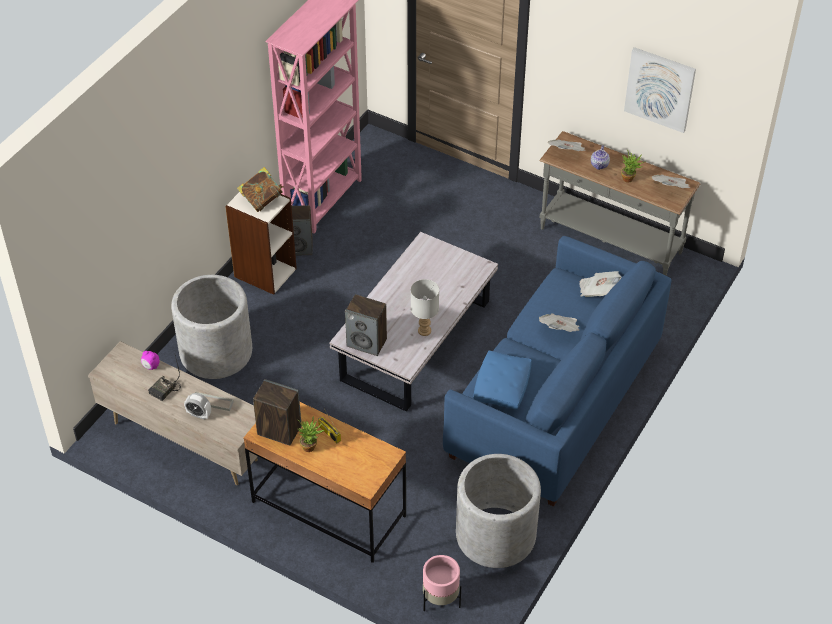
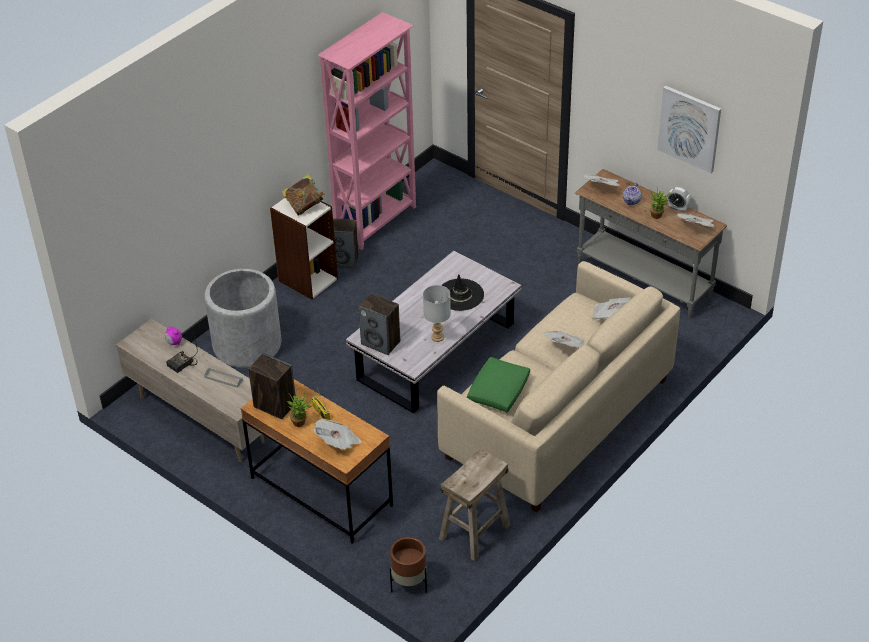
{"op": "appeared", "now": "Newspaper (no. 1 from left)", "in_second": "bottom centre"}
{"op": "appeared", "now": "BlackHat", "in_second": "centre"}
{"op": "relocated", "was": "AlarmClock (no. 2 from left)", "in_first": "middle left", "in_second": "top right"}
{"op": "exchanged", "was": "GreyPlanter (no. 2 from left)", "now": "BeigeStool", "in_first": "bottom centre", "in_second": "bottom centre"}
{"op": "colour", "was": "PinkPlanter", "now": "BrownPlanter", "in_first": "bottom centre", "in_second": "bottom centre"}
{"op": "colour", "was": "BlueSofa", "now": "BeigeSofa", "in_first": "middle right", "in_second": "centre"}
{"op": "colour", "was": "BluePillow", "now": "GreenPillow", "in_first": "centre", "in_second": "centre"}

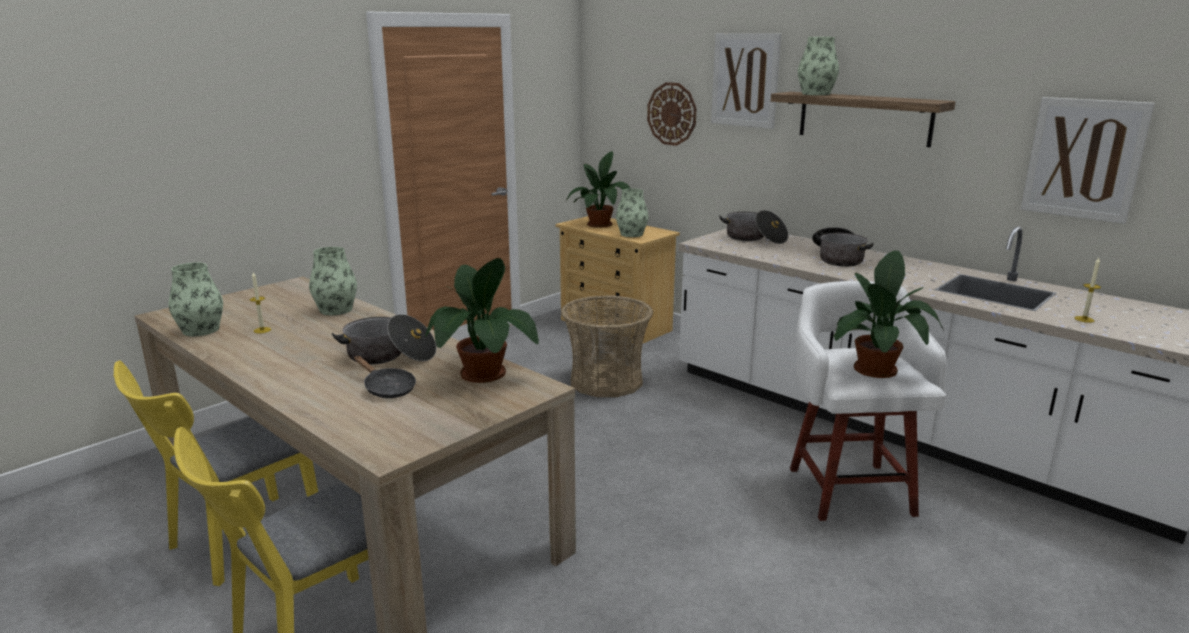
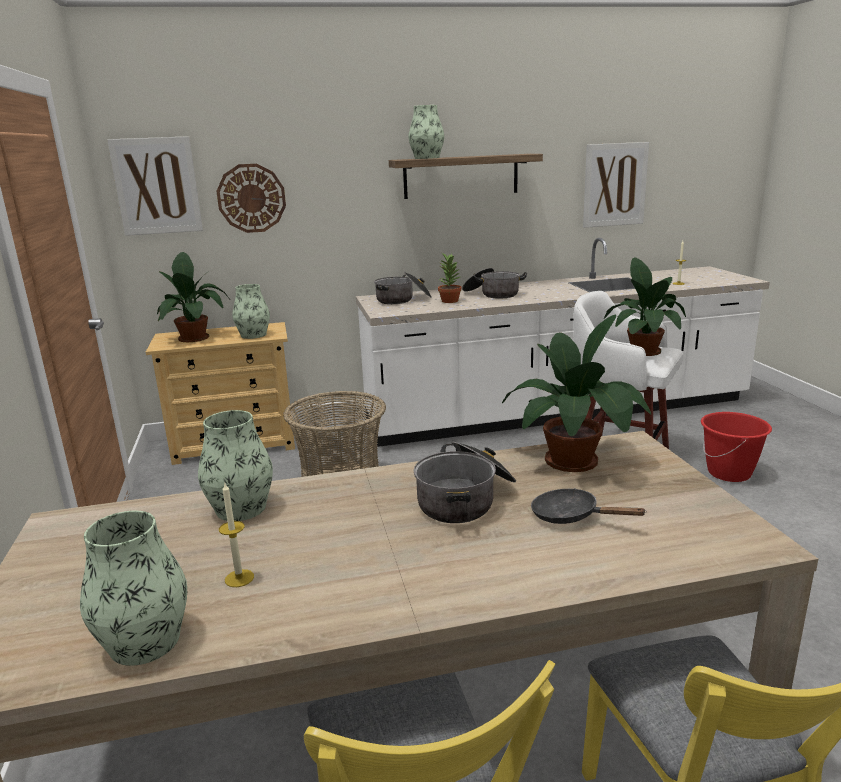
{"op": "appeared", "now": "PottedPlant (no. 2 from left)", "in_second": "centre"}
{"op": "appeared", "now": "RedBucket", "in_second": "middle right"}
{"op": "relocated", "was": "Picture (no. 1 from left)", "in_first": "top centre", "in_second": "top left"}
{"op": "spun", "was": "BlackFryingPan", "in_first": "middle left", "in_second": "middle right", "clockwise": -135}

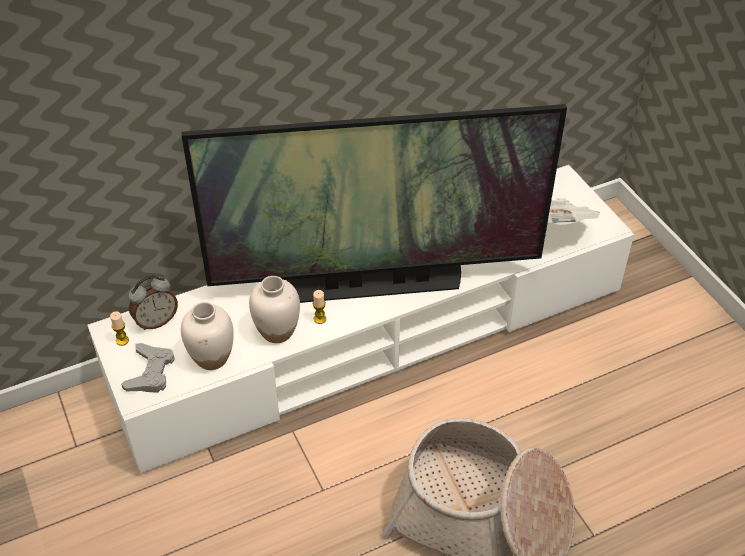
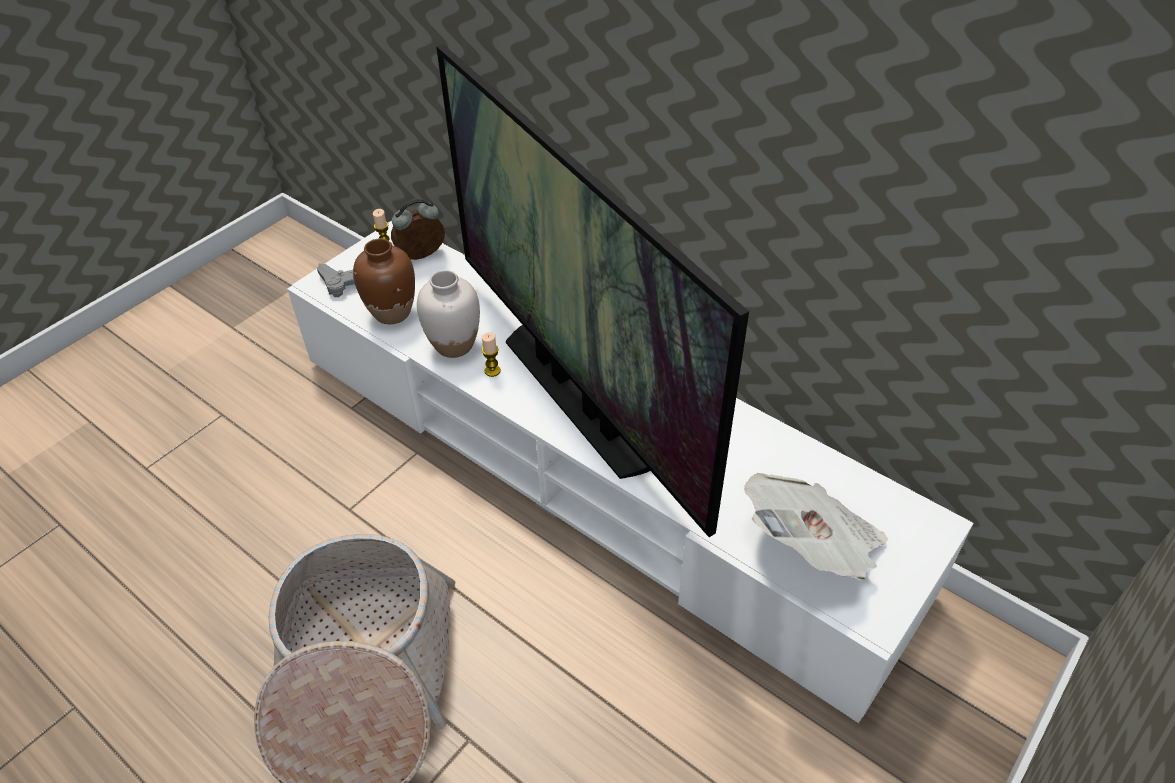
{"op": "colour", "was": "WhiteVase (no. 1 from left)", "now": "BrownVase", "in_first": "middle left", "in_second": "middle left"}
{"op": "spun", "was": "AlarmClock", "in_first": "middle left", "in_second": "top centre", "clockwise": 120}

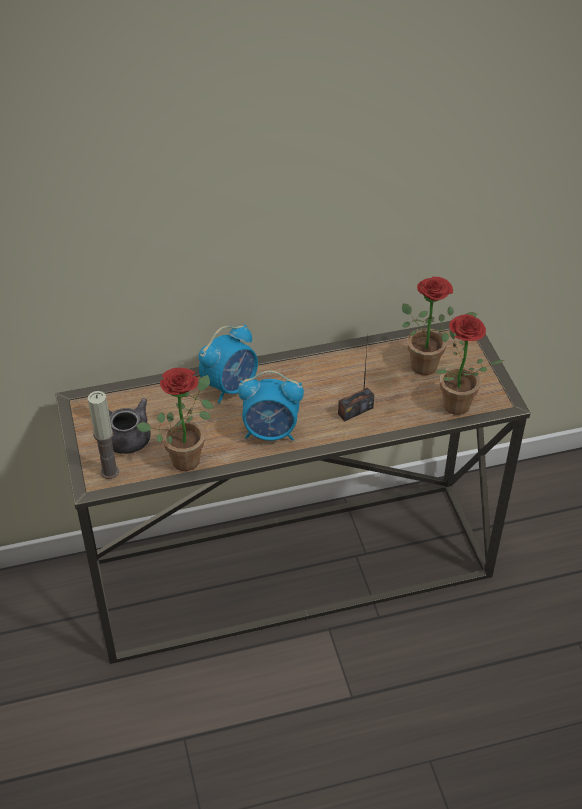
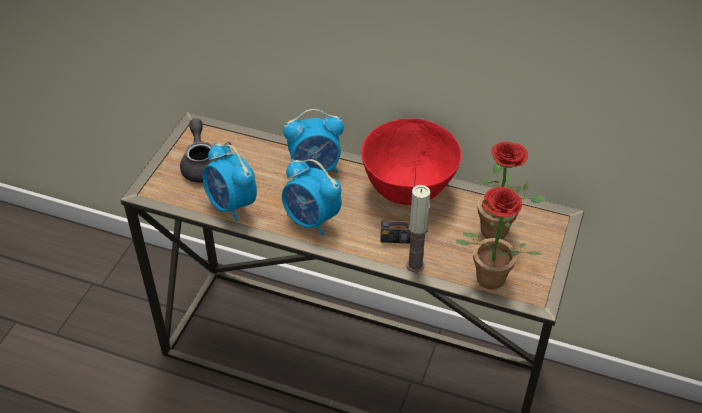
{"op": "appeared", "now": "RedBowl", "in_second": "centre"}
{"op": "relocated", "was": "Candle", "in_first": "middle left", "in_second": "centre"}
{"op": "exchanged", "was": "PottedPlant (no. 1 from left)", "now": "AlarmClock (no. 1 from left)", "in_first": "middle left", "in_second": "middle left"}

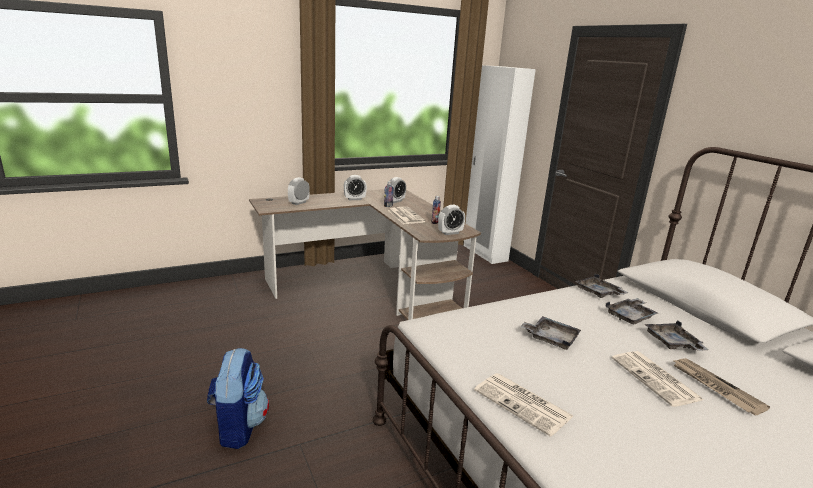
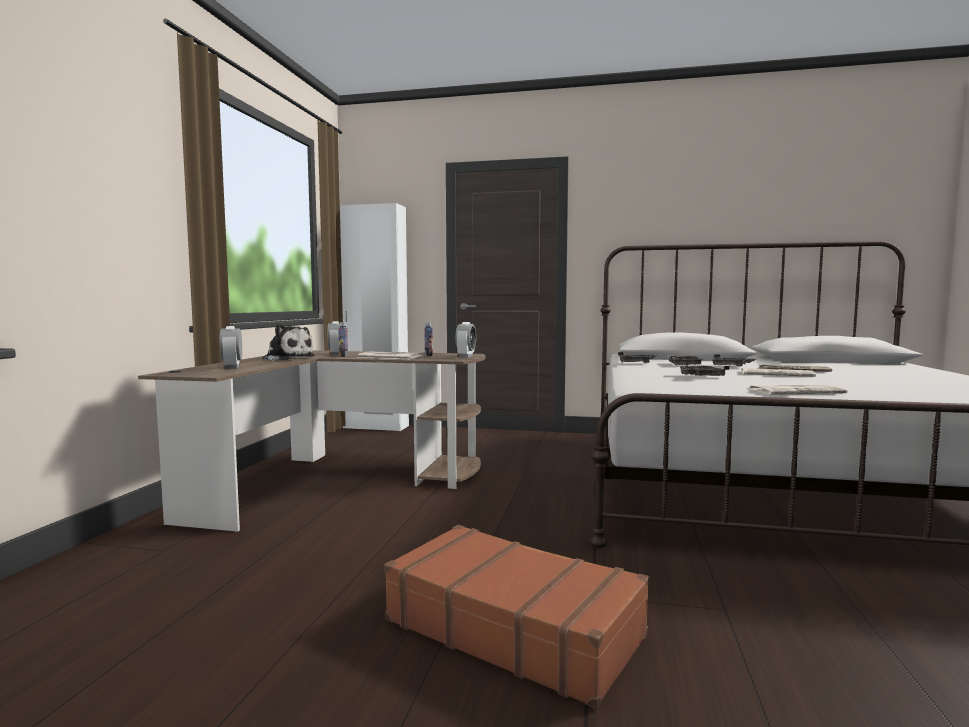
{"op": "exchanged", "was": "Backpack", "now": "BrownSuitcase", "in_first": "bottom left", "in_second": "bottom centre"}
{"op": "exchanged", "was": "AlarmClock (no. 2 from left)", "now": "PlushToy", "in_first": "centre", "in_second": "middle left"}

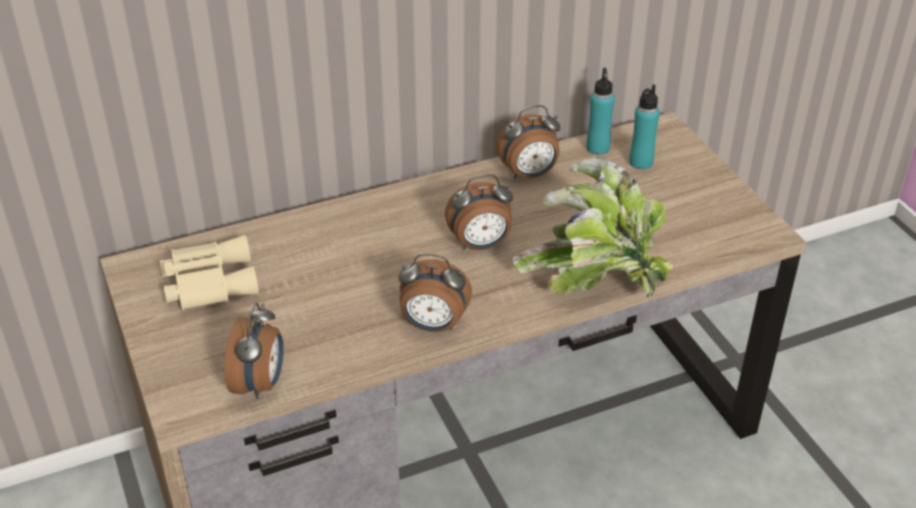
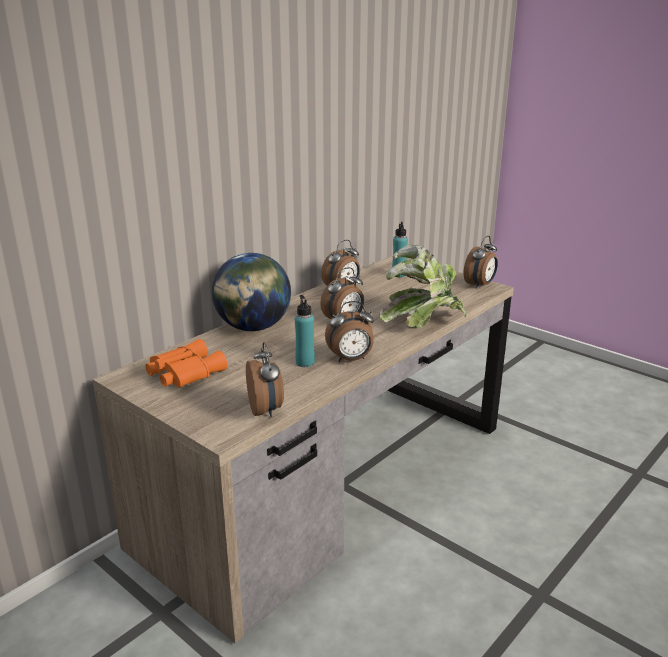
{"op": "appeared", "now": "Globe", "in_second": "centre"}
{"op": "appeared", "now": "AlarmClock (no. 5 from left)", "in_second": "middle right"}
{"op": "relocated", "was": "TurquoiseBottle (no. 1 from left)", "in_first": "top centre", "in_second": "centre"}
{"op": "colour", "was": "BeigeBinoculars", "now": "OrangeBinoculars", "in_first": "middle left", "in_second": "middle left"}

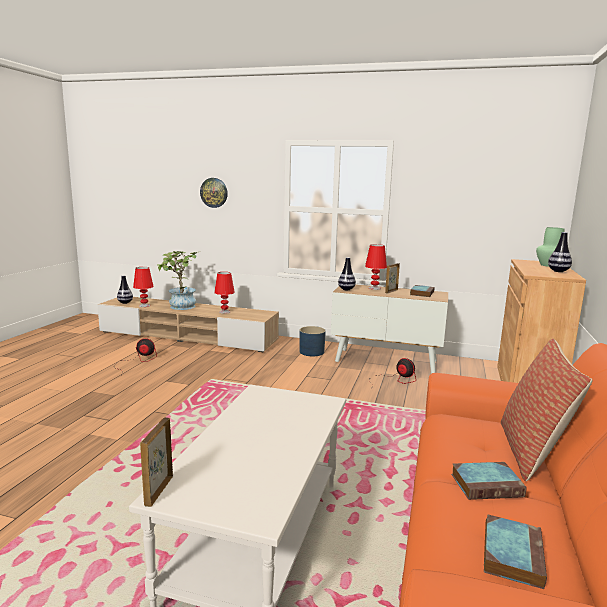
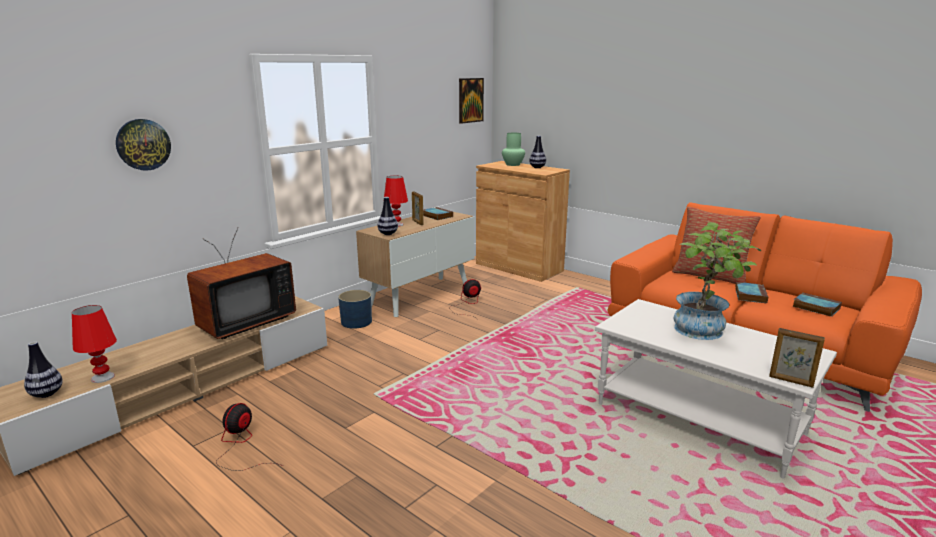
{"op": "appeared", "now": "Picture", "in_second": "top centre"}
{"op": "relocated", "was": "PottedPlant", "in_first": "middle left", "in_second": "middle right"}
{"op": "exchanged", "was": "RedTableLamp (no. 2 from left)", "now": "Television", "in_first": "centre", "in_second": "middle left"}

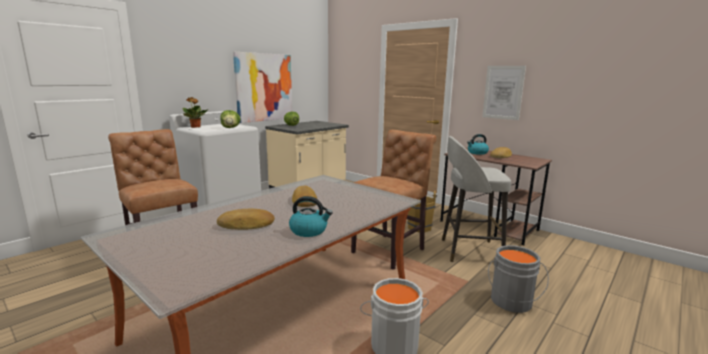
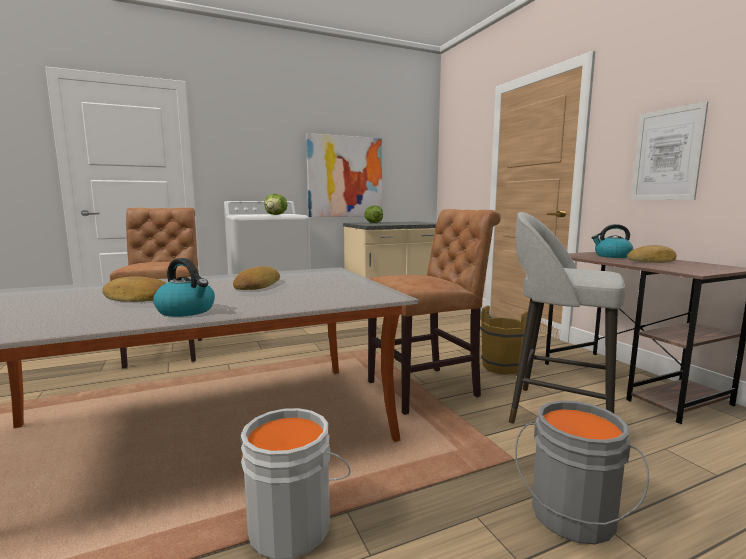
{"op": "missing", "was": "PottedPlant", "in_first": "top left"}

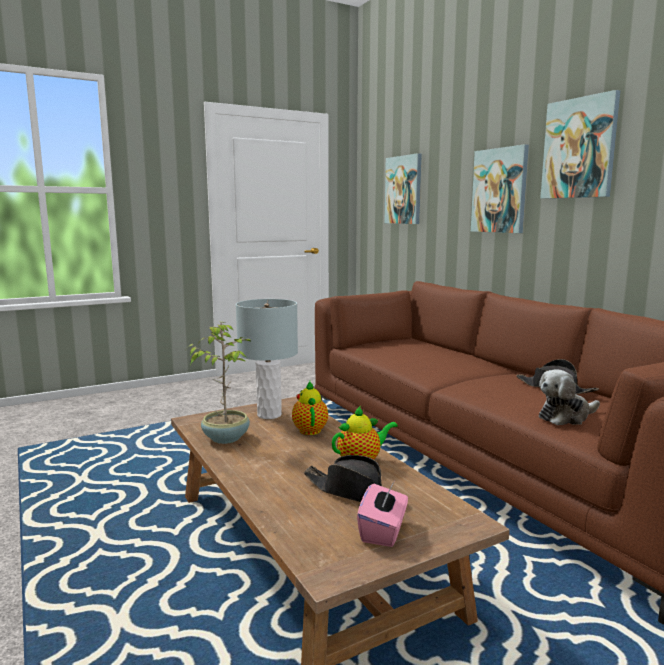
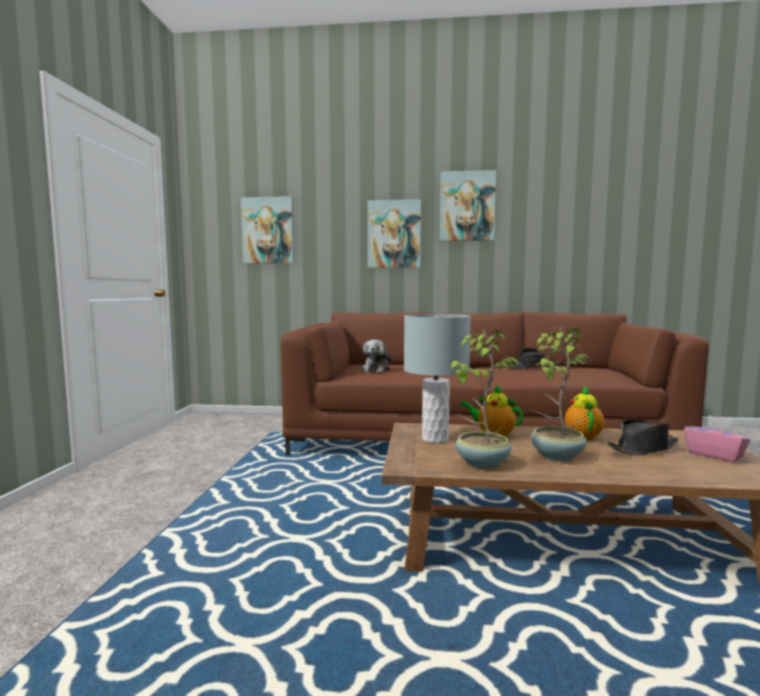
{"op": "appeared", "now": "PottedPlant (no. 2 from left)", "in_second": "middle right"}
{"op": "relocated", "was": "PlushToy", "in_first": "middle right", "in_second": "centre"}

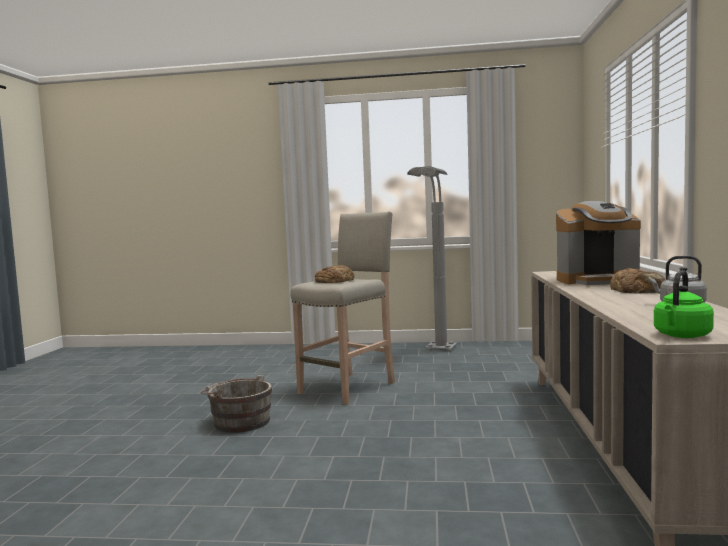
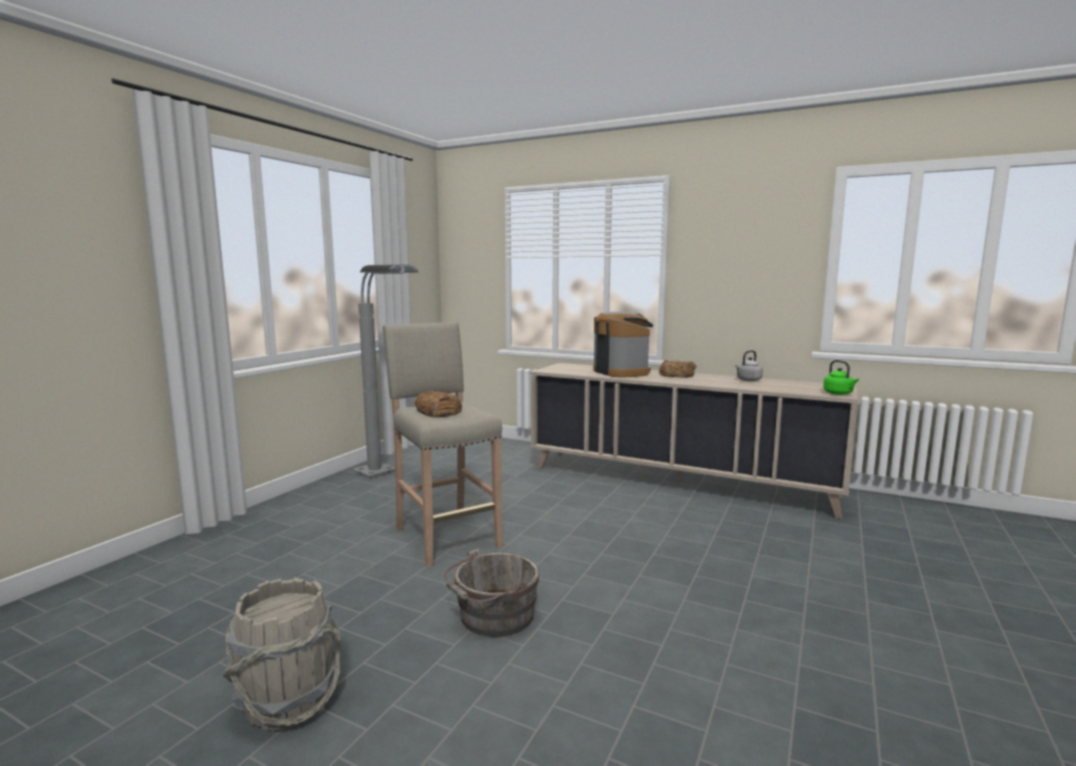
{"op": "appeared", "now": "GreyBucket (no. 1 from left)", "in_second": "bottom left"}
{"op": "spun", "was": "CoffeeMachine", "in_first": "middle right", "in_second": "centre", "clockwise": -45}

